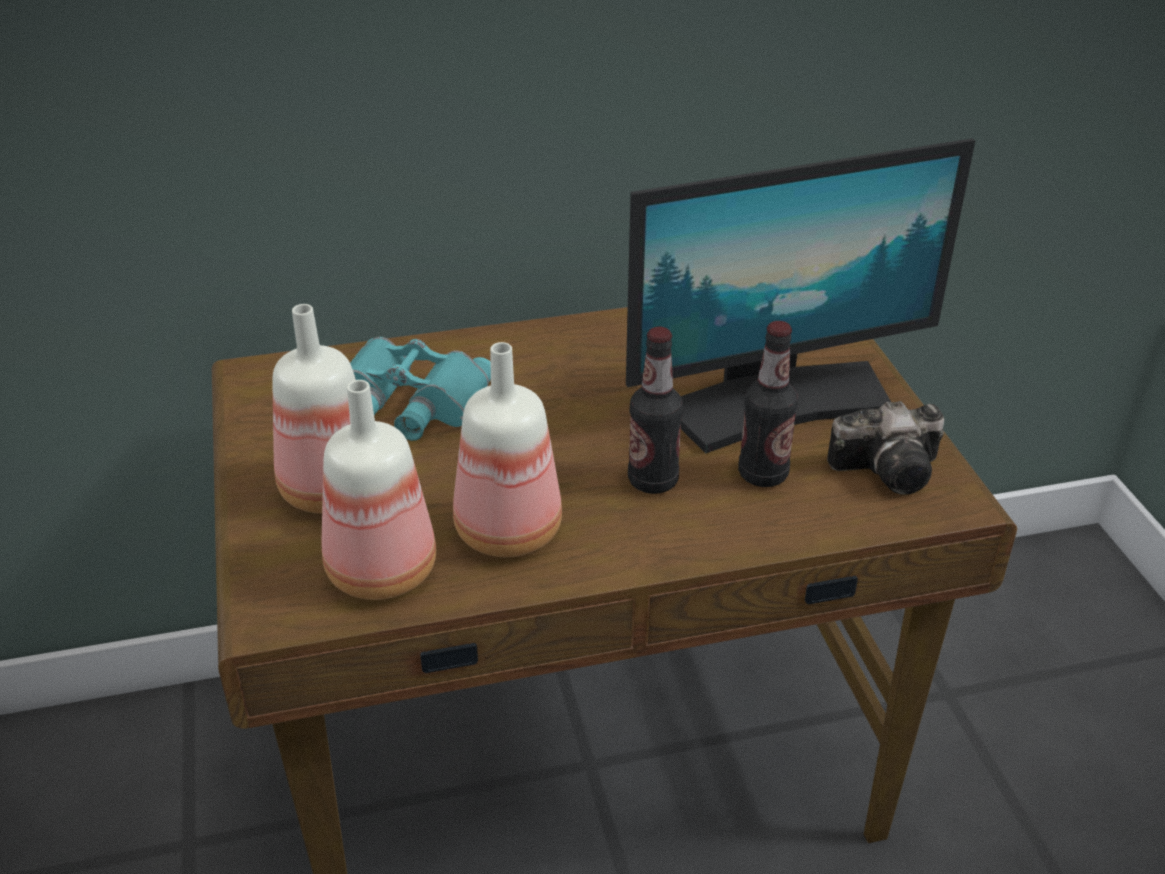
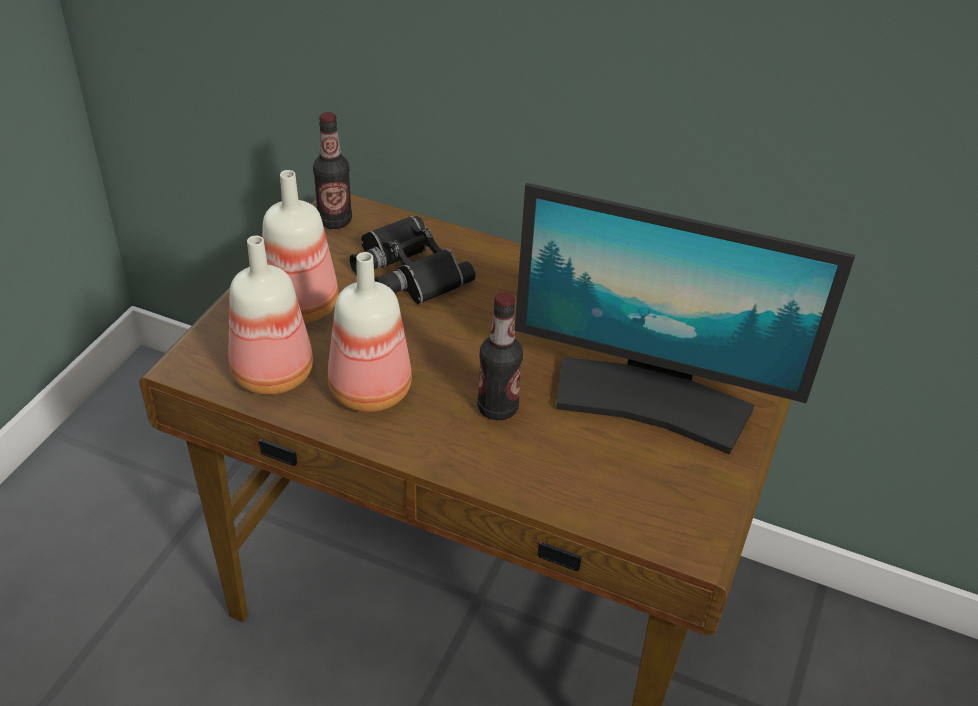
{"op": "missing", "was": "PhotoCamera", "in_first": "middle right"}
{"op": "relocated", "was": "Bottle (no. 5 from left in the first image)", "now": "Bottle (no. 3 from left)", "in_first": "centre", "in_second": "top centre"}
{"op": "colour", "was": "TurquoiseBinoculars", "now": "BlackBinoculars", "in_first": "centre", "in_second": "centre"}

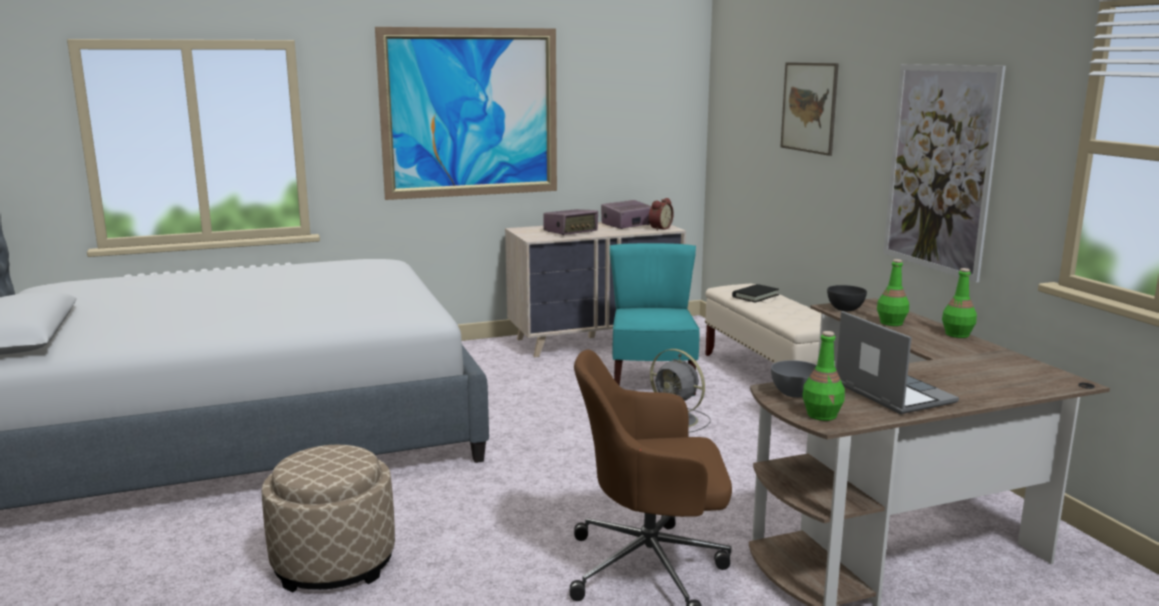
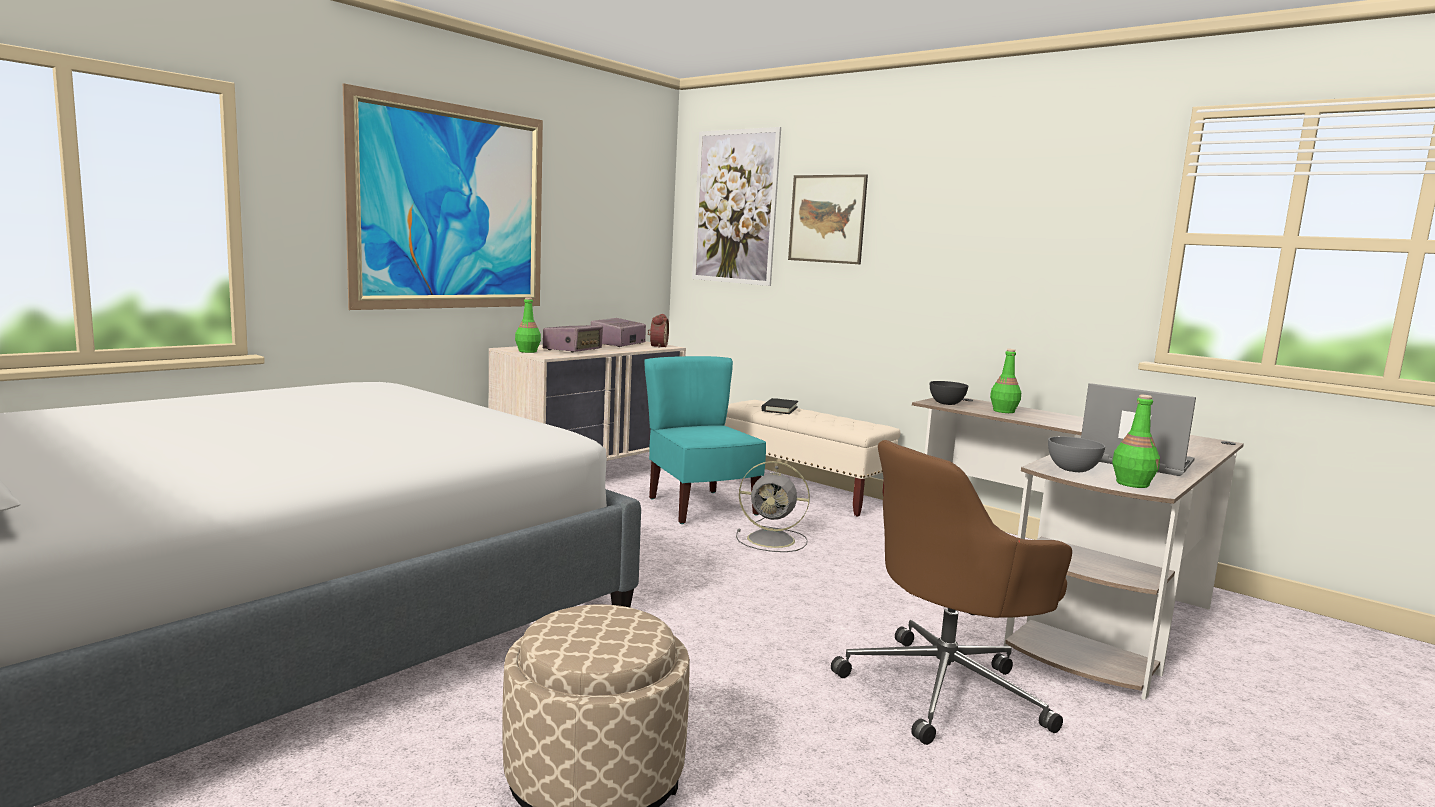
{"op": "relocated", "was": "Picture (no. 3 from left in the first image)", "now": "Picture (no. 2 from left)", "in_first": "top right", "in_second": "top centre"}
{"op": "relocated", "was": "GreenBottle (no. 3 from left in the first image)", "now": "GreenBottle (no. 1 from left)", "in_first": "middle right", "in_second": "centre"}

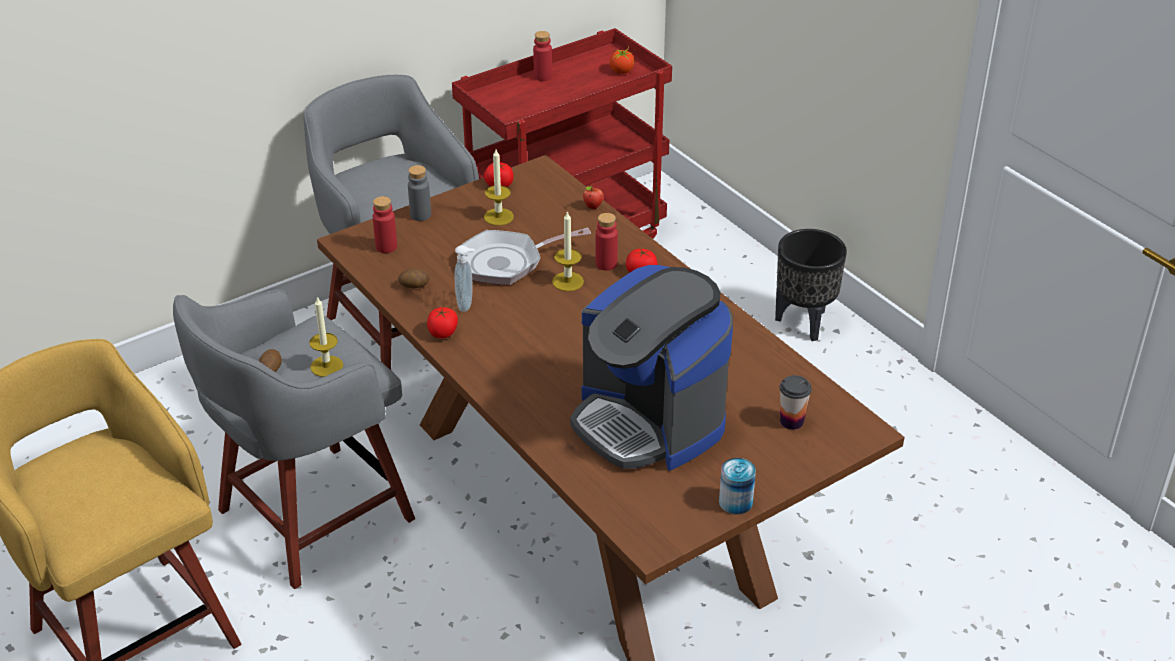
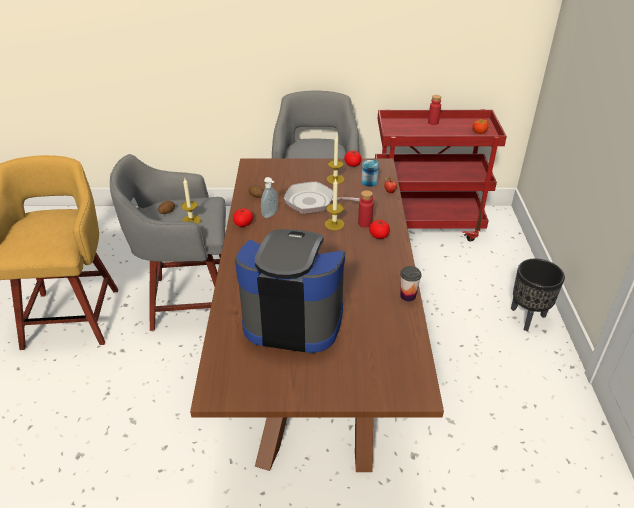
{"op": "missing", "was": "RedBottle (no. 1 from left)", "in_first": "middle left"}
{"op": "missing", "was": "GreyBottle", "in_first": "top centre"}
{"op": "relocated", "was": "Can", "in_first": "bottom centre", "in_second": "centre"}
{"op": "relocated", "was": "Cup", "in_first": "middle right", "in_second": "centre"}
{"op": "spun", "was": "CoffeeMachine", "in_first": "centre", "in_second": "centre", "clockwise": 105}

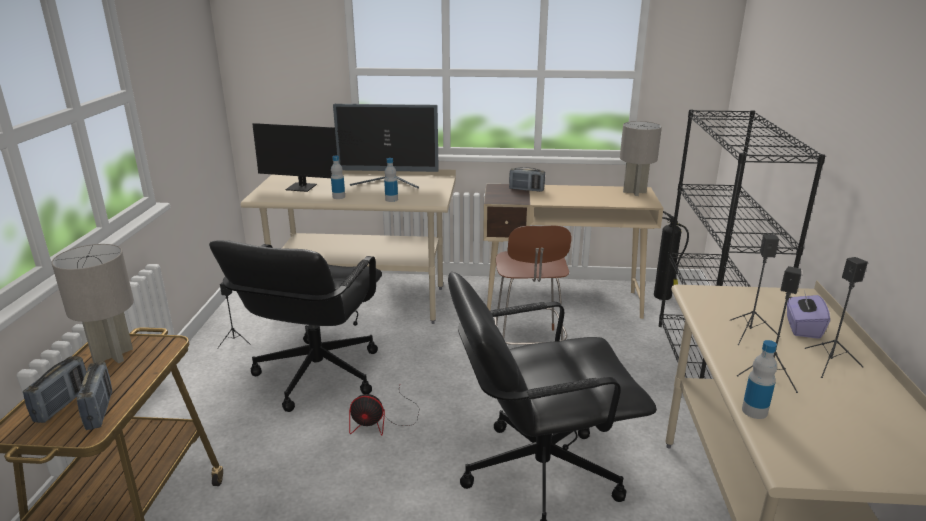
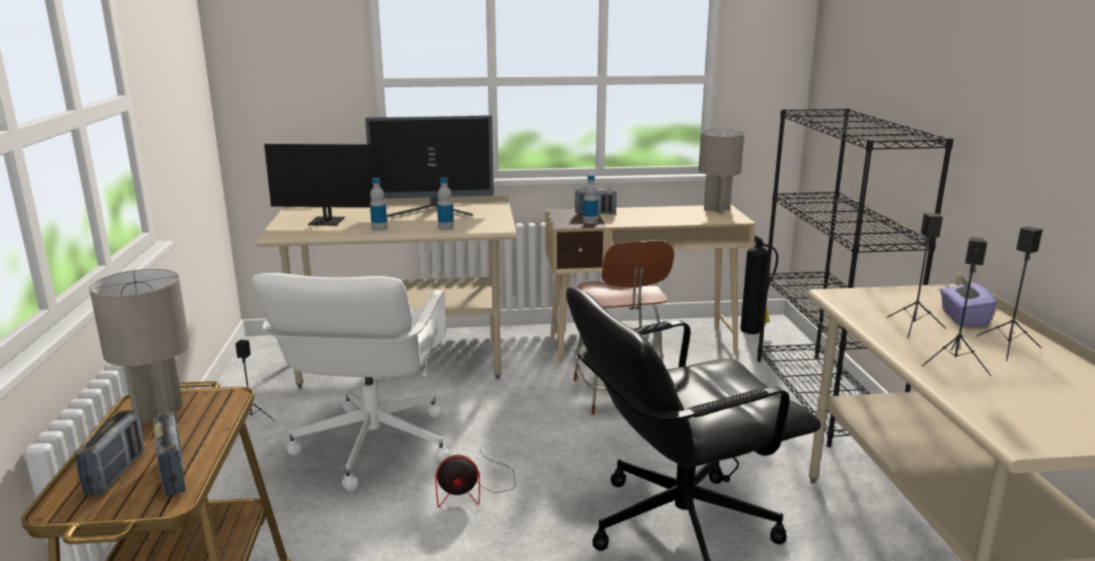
{"op": "relocated", "was": "Bottle (no. 3 from left)", "in_first": "bottom right", "in_second": "centre"}
{"op": "colour", "was": "BlackOfficeChair (no. 1 from left)", "now": "WhiteOfficeChair", "in_first": "middle left", "in_second": "bottom left"}

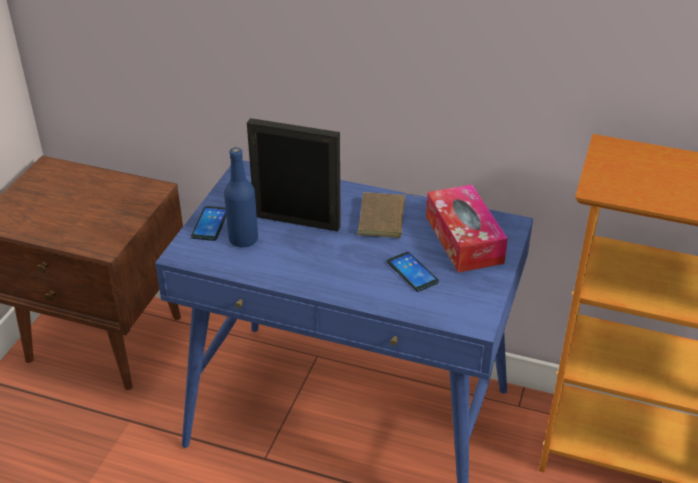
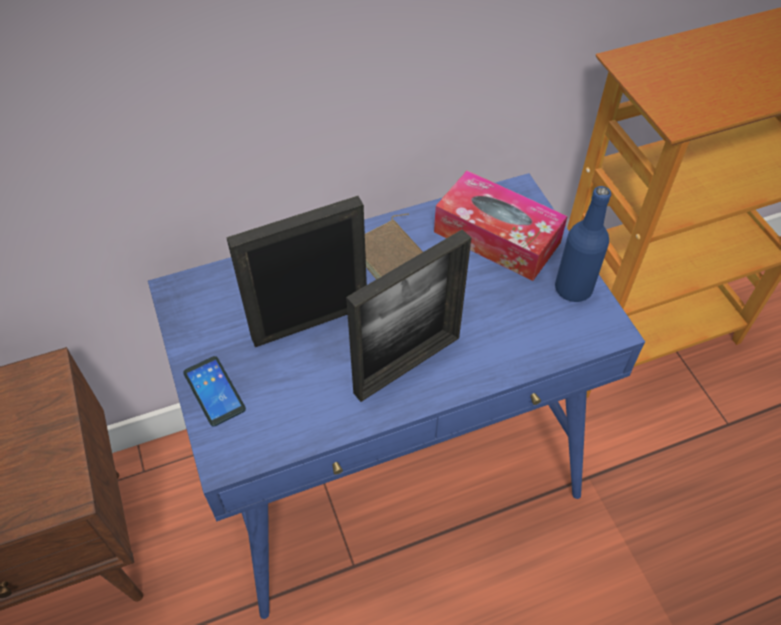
{"op": "missing", "was": "Phone (no. 2 from left)", "in_first": "centre"}
{"op": "appeared", "now": "PictureFrame (no. 2 from left)", "in_second": "centre"}
{"op": "relocated", "was": "BlueBottle", "in_first": "centre", "in_second": "middle right"}

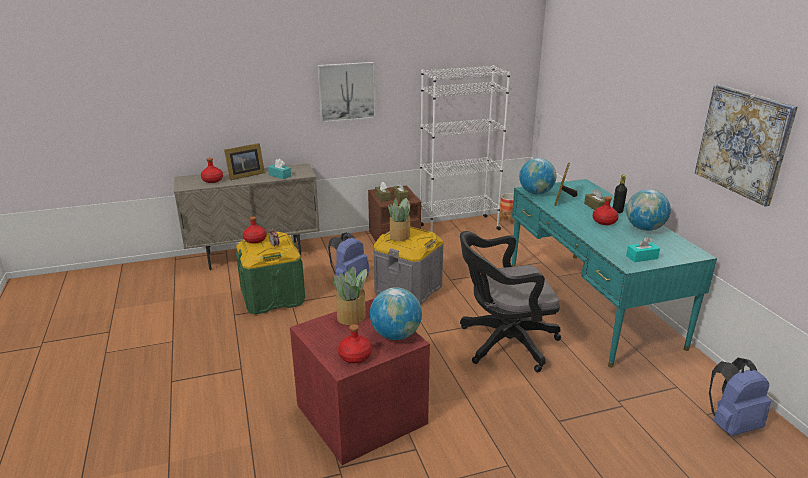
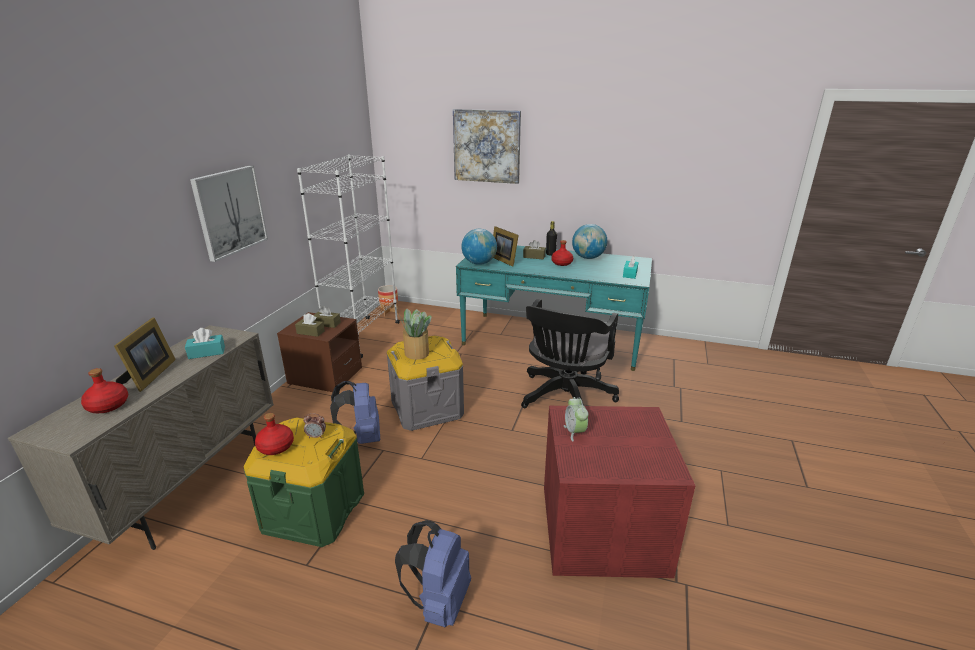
{"op": "missing", "was": "RedBottle (no. 3 from left)", "in_first": "bottom centre"}
{"op": "missing", "was": "Globe (no. 1 from left)", "in_first": "centre"}
{"op": "relocated", "was": "Picture (no. 2 from left)", "in_first": "top right", "in_second": "top centre"}
{"op": "relocated", "was": "BlueBackpack (no. 2 from left)", "in_first": "bottom right", "in_second": "bottom centre"}
{"op": "exchanged", "was": "PottedPlant (no. 1 from left)", "now": "AlarmClock (no. 2 from left)", "in_first": "centre", "in_second": "centre"}

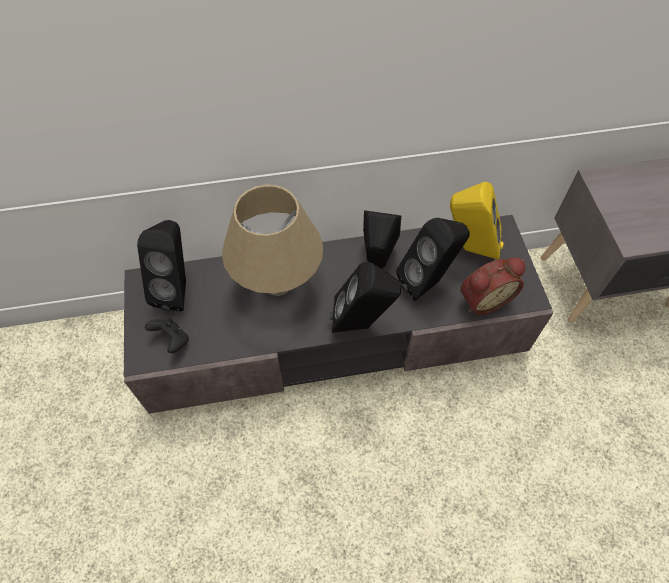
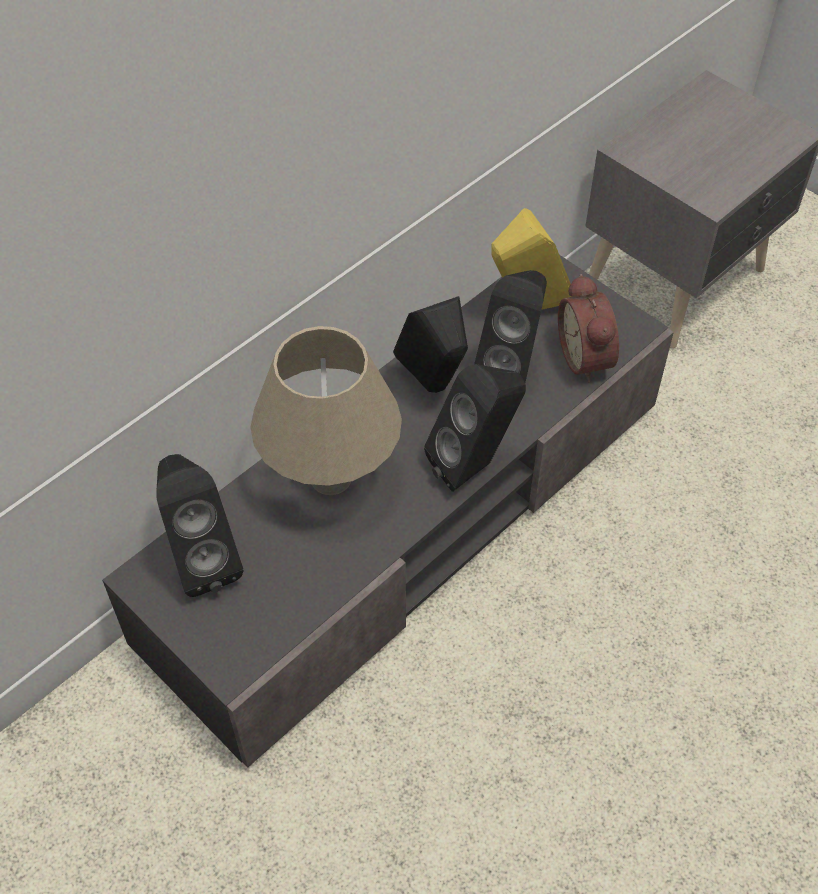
{"op": "missing", "was": "BlackGameController", "in_first": "middle left"}
{"op": "spun", "was": "AlarmClock", "in_first": "middle right", "in_second": "middle right", "clockwise": 135}

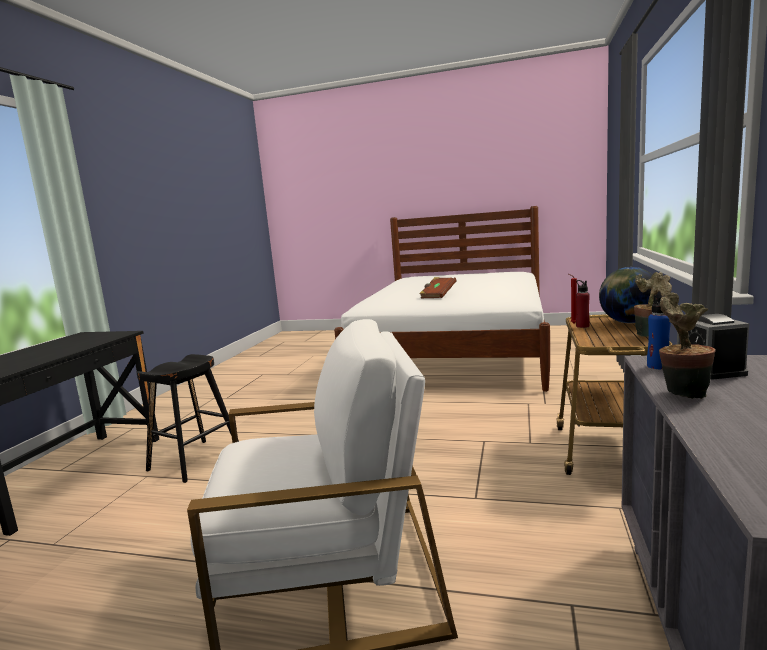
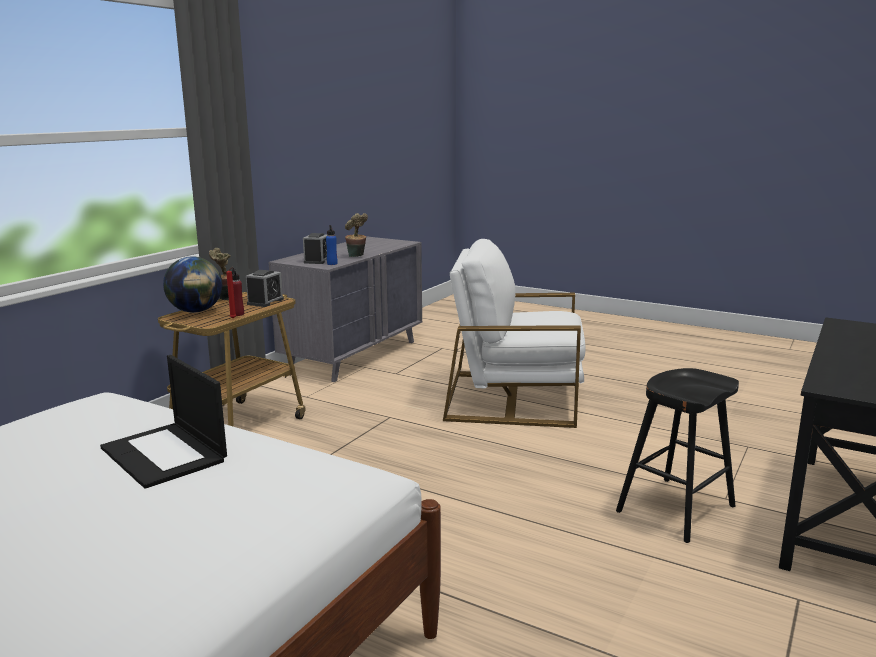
{"op": "appeared", "now": "AlarmClock (no. 1 from left)", "in_second": "middle left"}
{"op": "exchanged", "was": "BrownBook", "now": "Laptop", "in_first": "centre", "in_second": "middle left"}

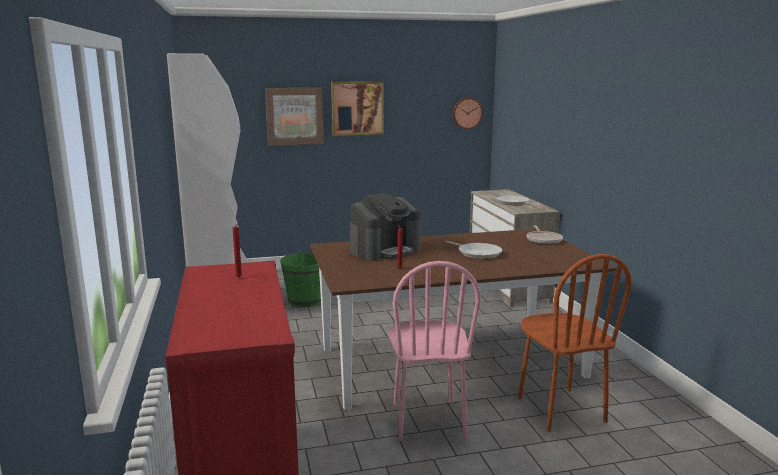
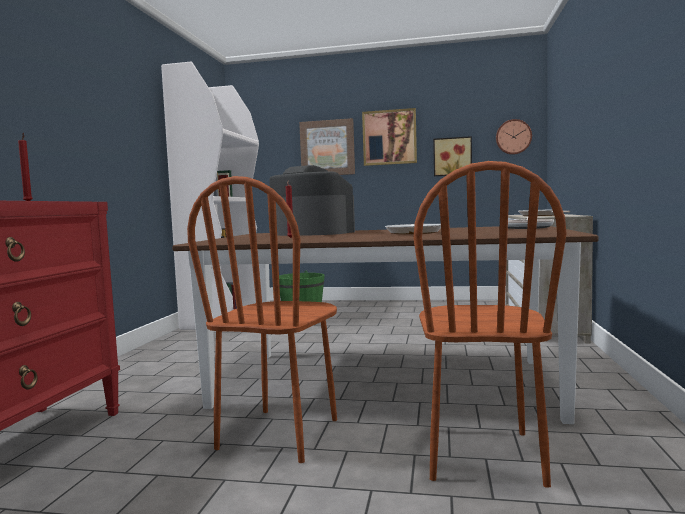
{"op": "appeared", "now": "Picture (no. 3 from left)", "in_second": "top centre"}
{"op": "colour", "was": "PinkChair", "now": "BrownChair (no. 1 from left)", "in_first": "bottom centre", "in_second": "centre"}
{"op": "spun", "was": "CoffeeMachine", "in_first": "centre", "in_second": "centre", "clockwise": -135}

